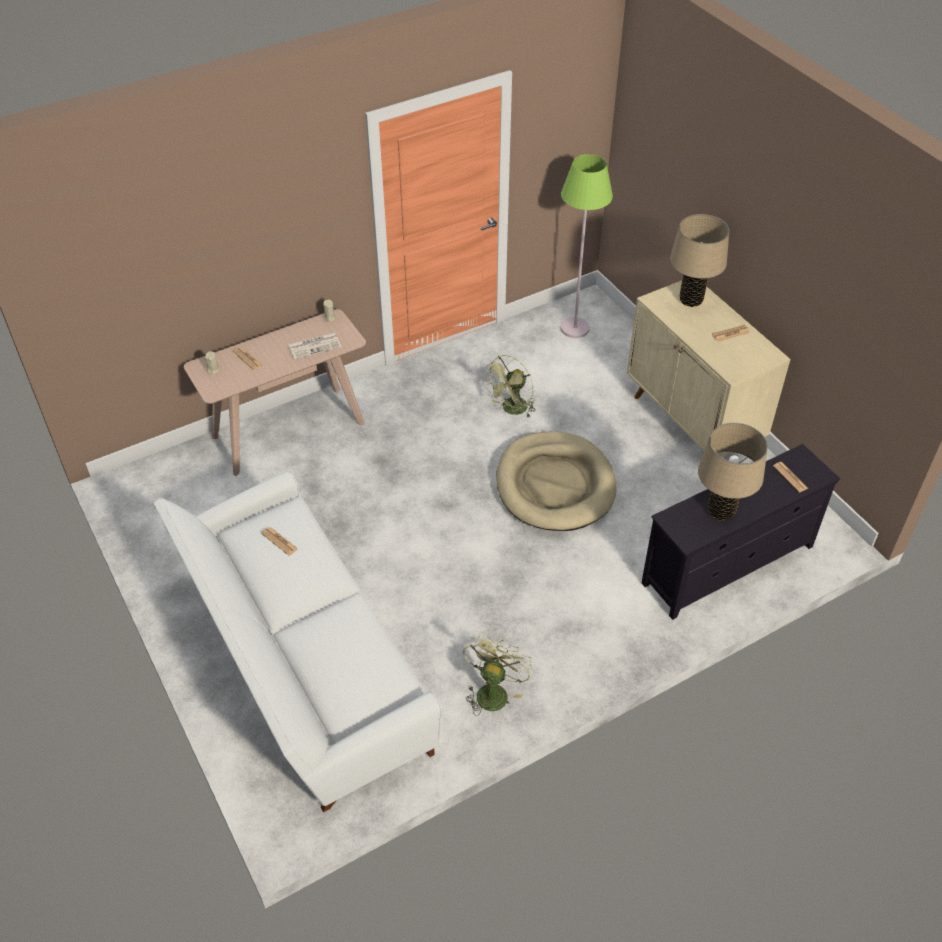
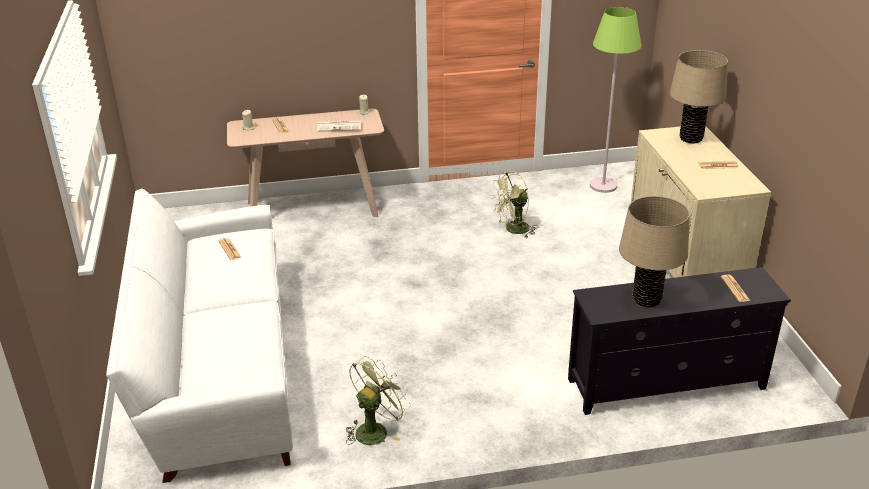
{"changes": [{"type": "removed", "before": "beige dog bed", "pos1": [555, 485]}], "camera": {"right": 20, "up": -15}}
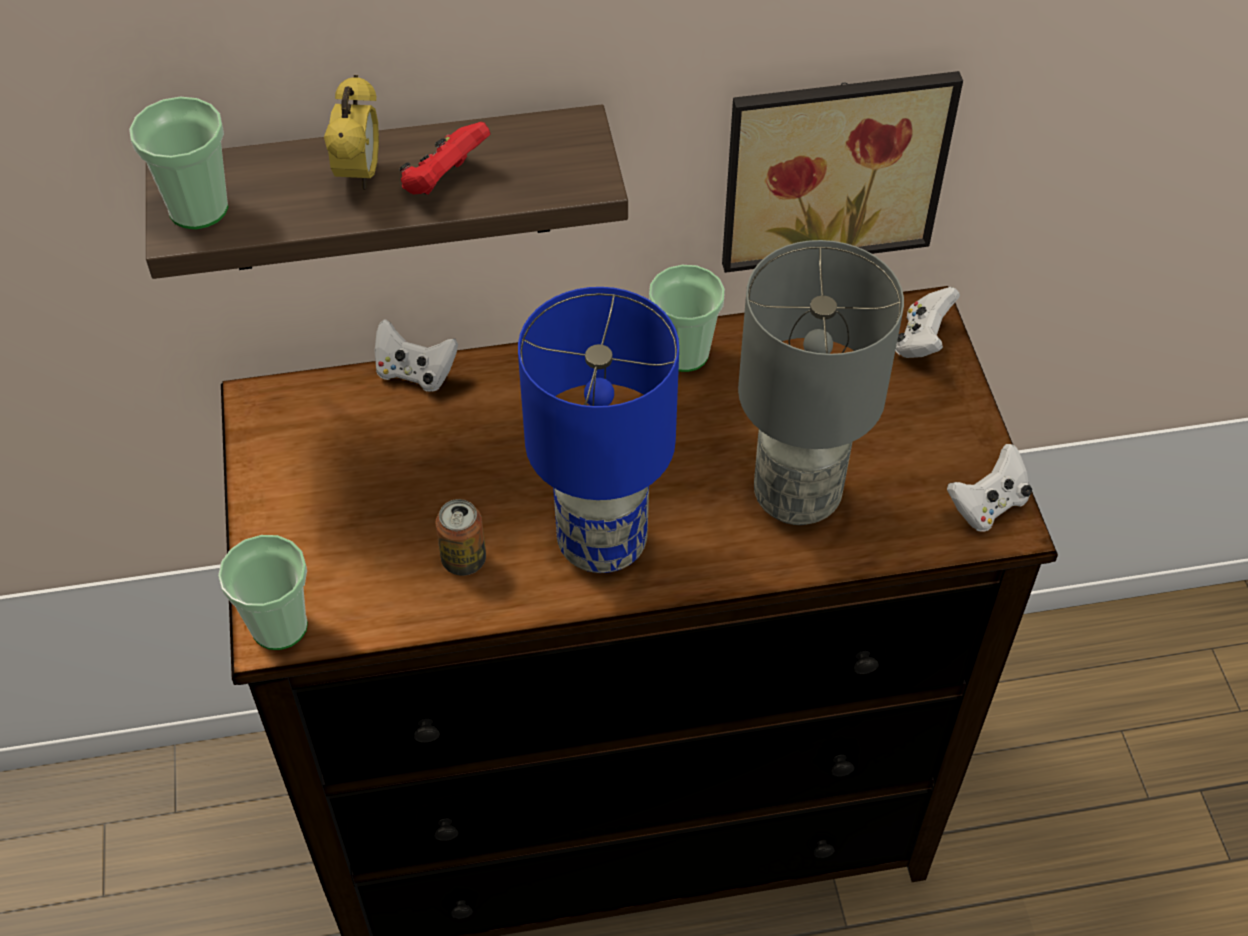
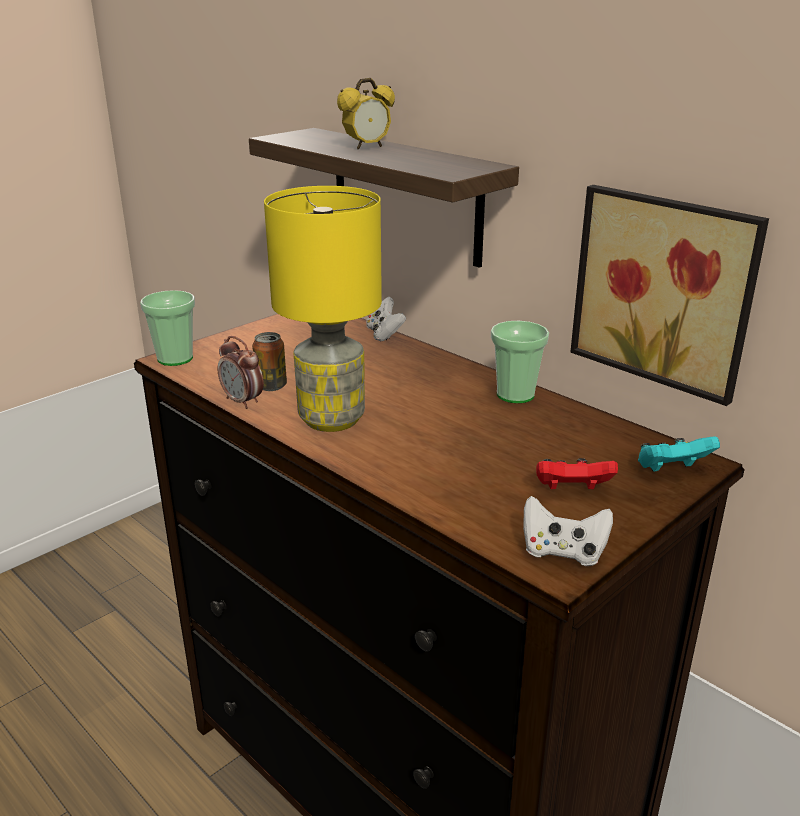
{"changes": [{"type": "added", "after": "table clock", "pos2": [243, 401]}, {"type": "recoloured", "before": "blue-coloured table lamp", "after": "yellowish table lamp", "pos1": [600, 544], "pos2": [330, 418]}, {"type": "moved", "before": "red gamepad", "pos1": [444, 181], "pos2": [571, 490]}, {"type": "recoloured", "before": "white gamepad", "after": "turquoise-coloured gamepad", "pos1": [922, 341], "pos2": [671, 470]}, {"type": "removed", "before": "cup", "pos1": [198, 209]}, {"type": "removed", "before": "gray table lamp", "pos1": [795, 495]}], "camera": {"right": 55, "up": -25}}
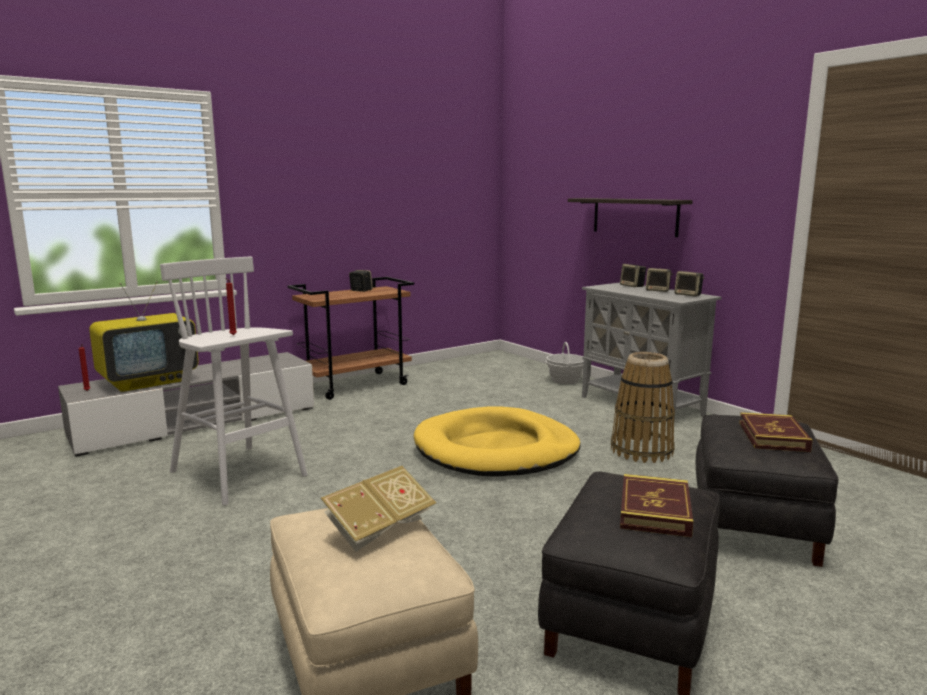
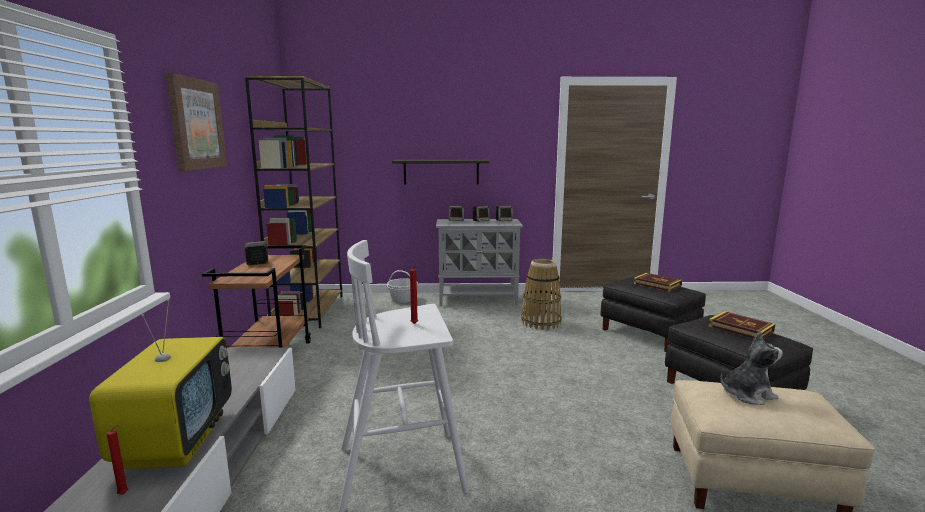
{"changes": [{"type": "added", "after": "wall art", "pos2": [196, 124]}, {"type": "added", "after": "brown shelving unit", "pos2": [309, 311]}, {"type": "replaced", "before": "volume", "after": "cuddly toy", "pos1": [379, 528], "pos2": [747, 394]}, {"type": "removed", "before": "yellowish dog bed", "pos1": [496, 449]}], "camera": {"right": -55, "up": 0}}
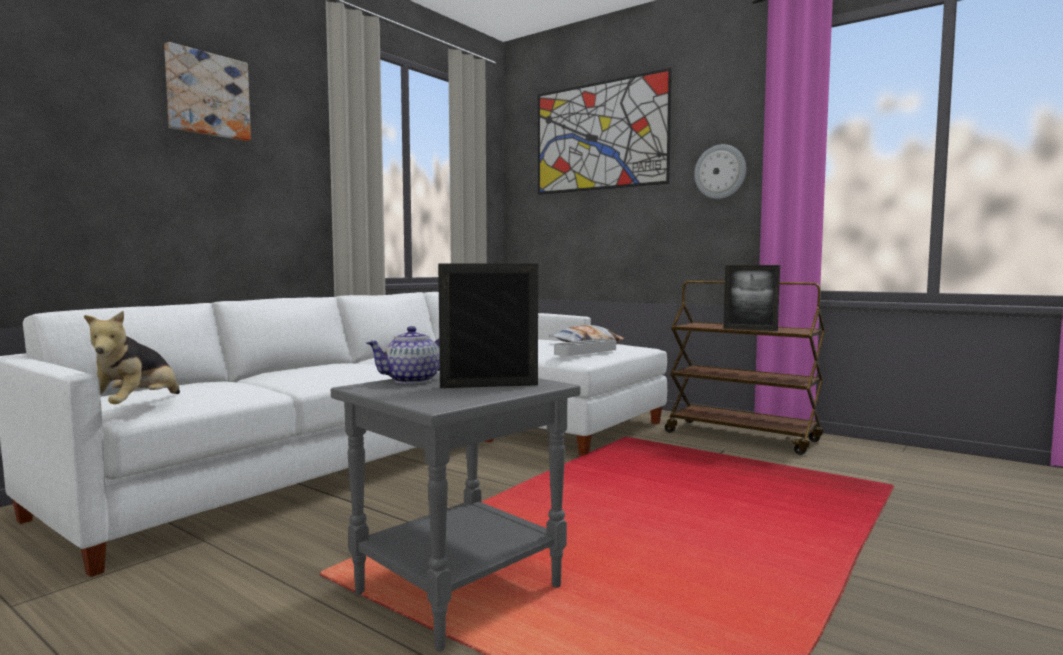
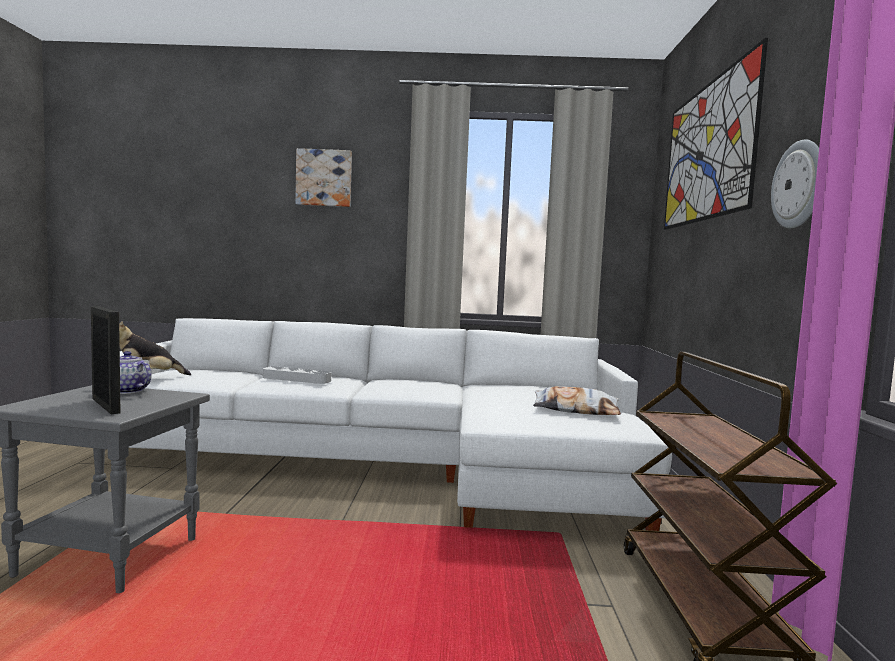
{"changes": [{"type": "moved", "before": "gray carrying tray", "pos1": [585, 351], "pos2": [296, 379]}, {"type": "removed", "before": "picture frame", "pos1": [750, 329]}], "camera": {"right": 55, "up": 0}}
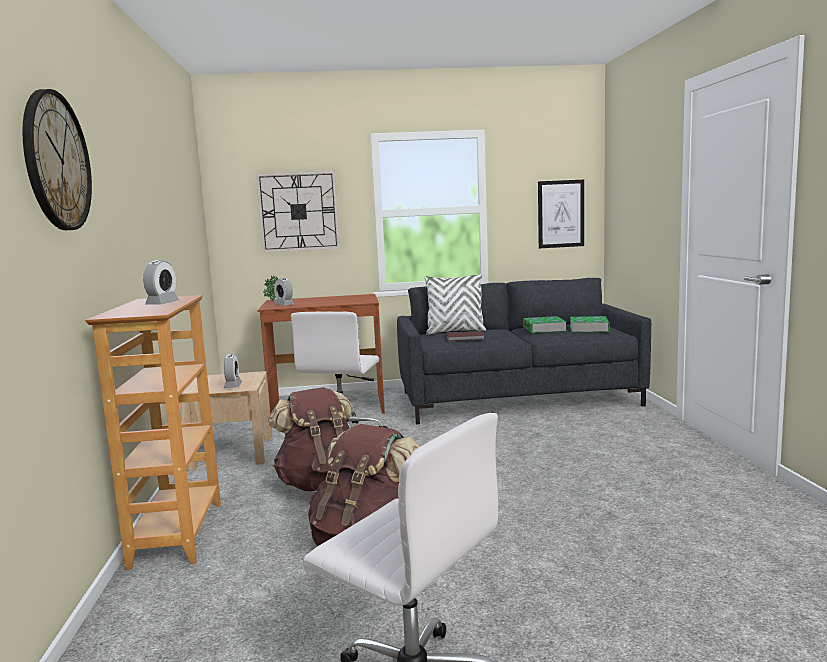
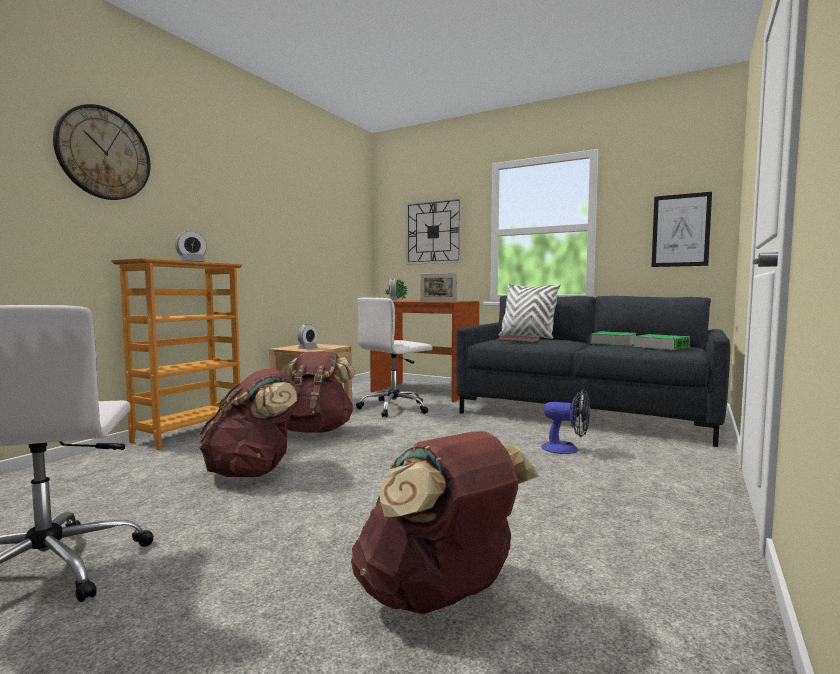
{"changes": [{"type": "added", "after": "brown backpack", "pos2": [439, 596]}, {"type": "added", "after": "picture frame", "pos2": [438, 301]}, {"type": "added", "after": "electric fan", "pos2": [566, 449]}], "camera": {"right": 35, "up": -5}}
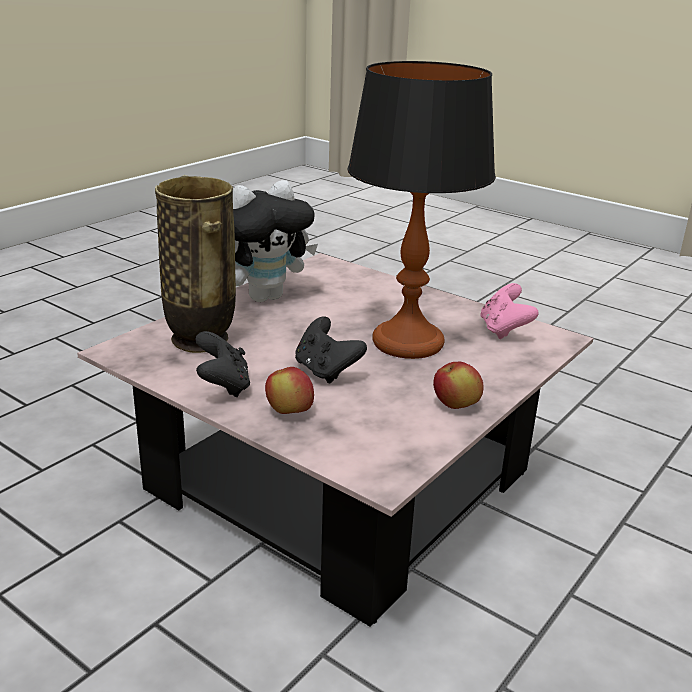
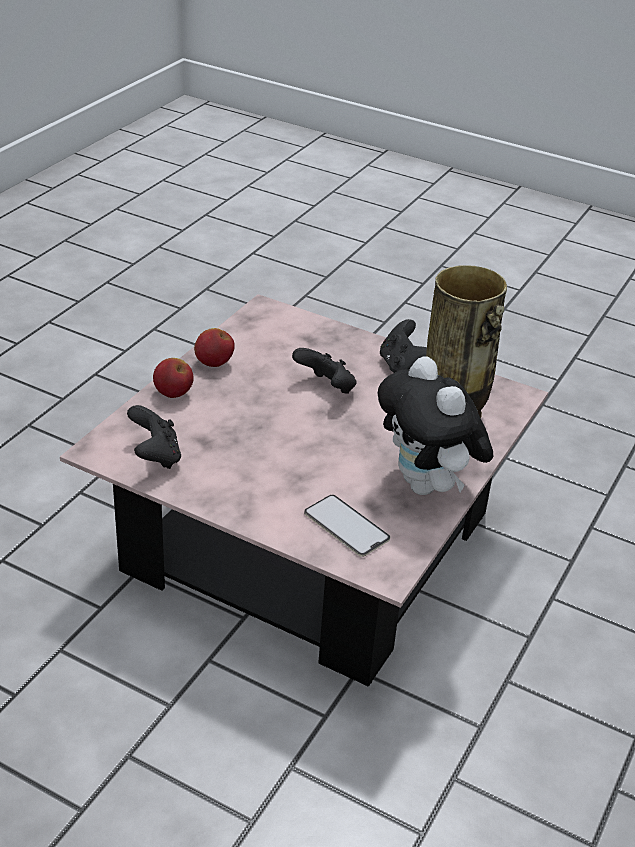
{"changes": [{"type": "recoloured", "before": "pink gamepad", "after": "black-coloured gamepad", "pos1": [504, 330], "pos2": [155, 456]}, {"type": "moved", "before": "apple", "pos1": [289, 412], "pos2": [173, 394]}, {"type": "added", "after": "handset", "pos2": [346, 526]}, {"type": "turned", "before": "cuddly toy", "pos1": [265, 296], "pos2": [427, 486], "turn": -75}, {"type": "removed", "before": "table lamp", "pos1": [406, 342]}], "camera": {"right": 170, "up": 10}}
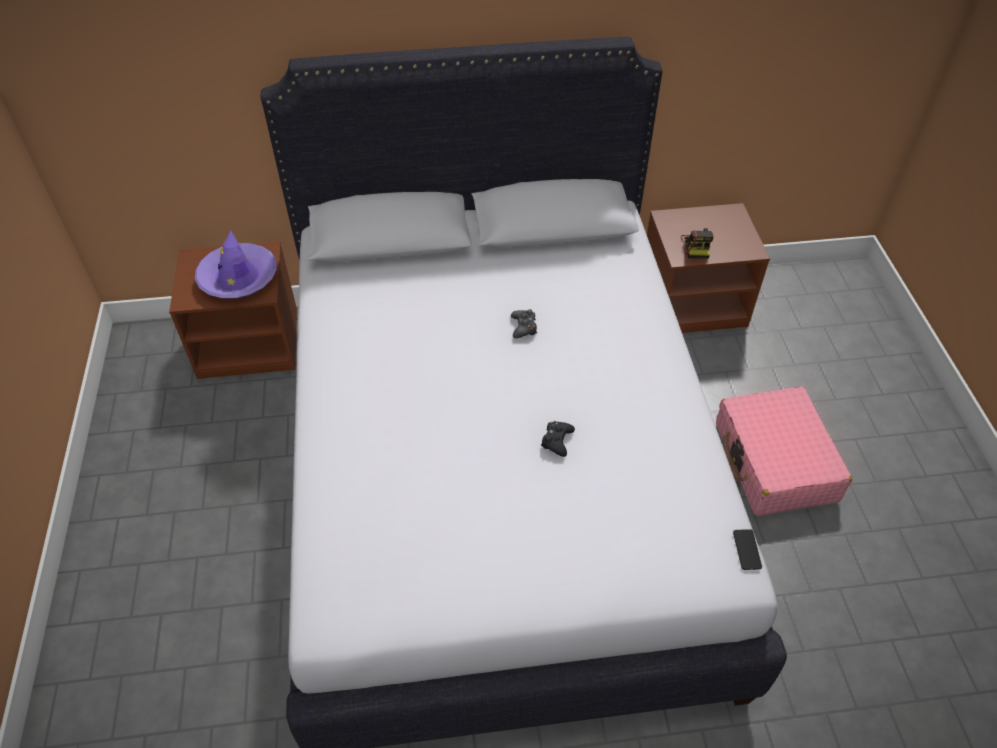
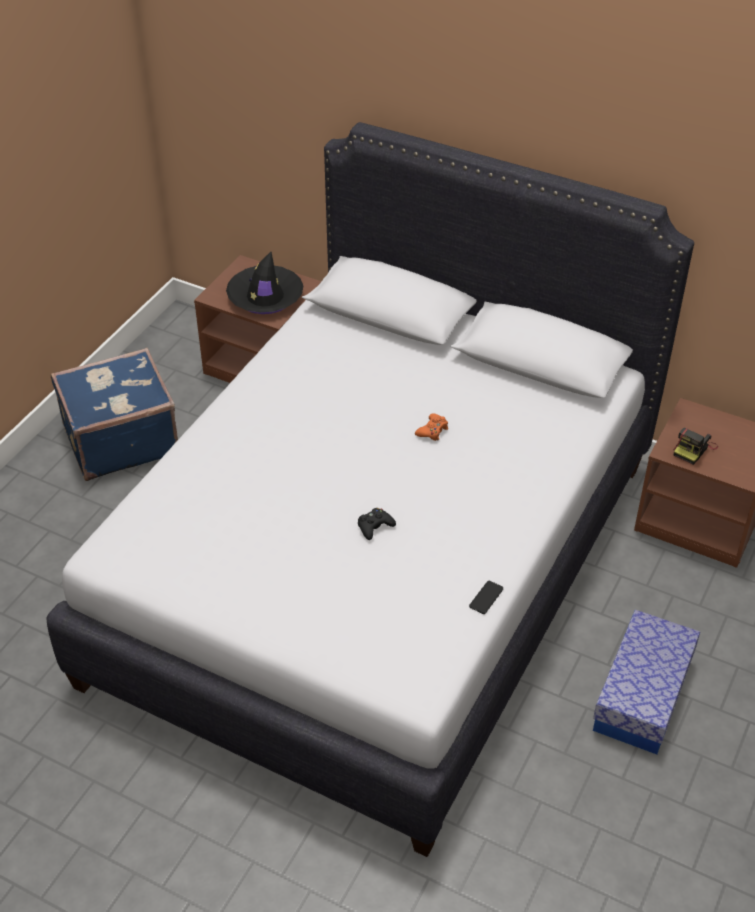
{"changes": [{"type": "added", "after": "blue-coloured suitcase", "pos2": [119, 439]}, {"type": "recoloured", "before": "purple hat", "after": "black-coloured hat", "pos1": [238, 278], "pos2": [265, 297]}, {"type": "recoloured", "before": "black-coloured gamepad", "after": "orangey gamepad", "pos1": [524, 327], "pos2": [432, 431]}, {"type": "moved", "before": "handset", "pos1": [747, 549], "pos2": [486, 597]}, {"type": "replaced", "before": "pink suitcase", "after": "storage container", "pos1": [774, 462], "pos2": [642, 695]}], "camera": {"right": 35, "up": -5}}
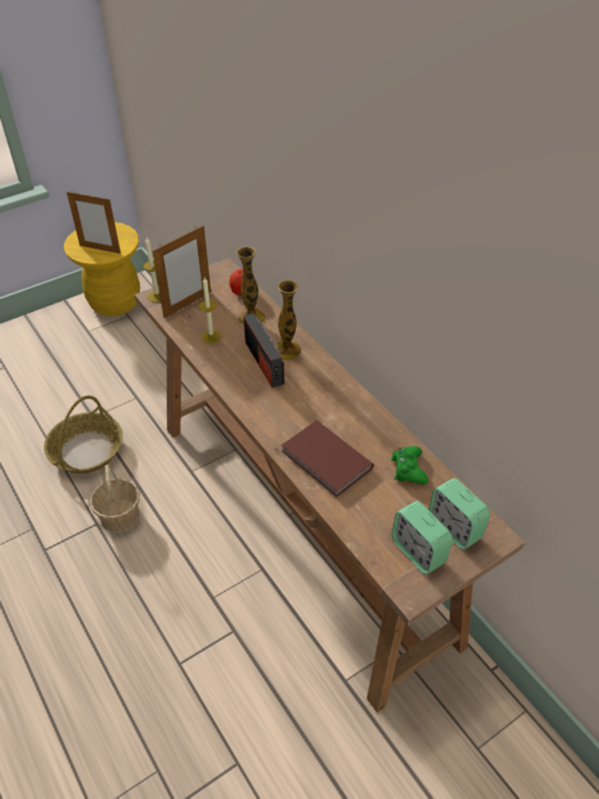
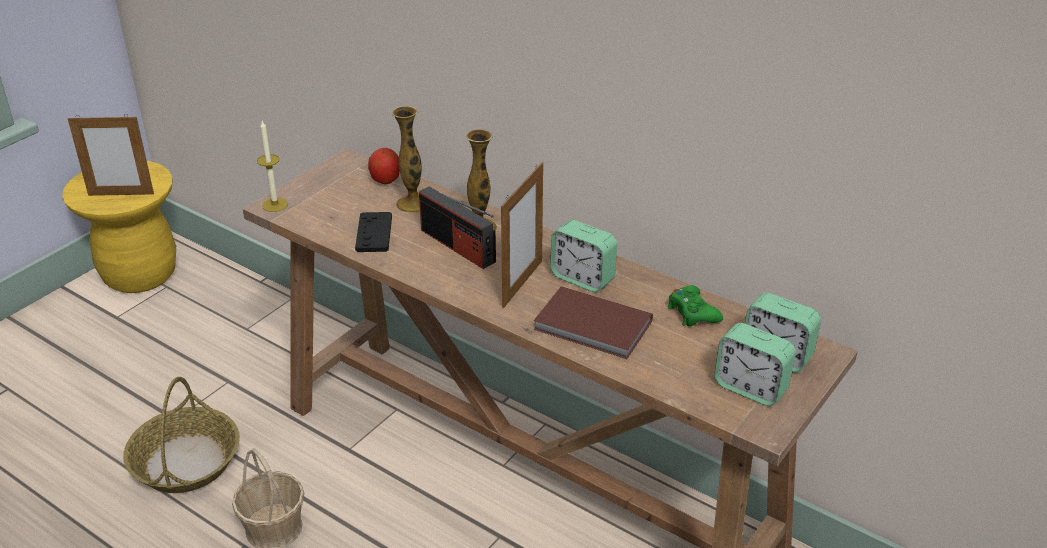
{"changes": [{"type": "replaced", "before": "wax light", "after": "black-coloured gamepad", "pos1": [211, 337], "pos2": [374, 233]}, {"type": "moved", "before": "picture frame", "pos1": [187, 304], "pos2": [522, 283]}, {"type": "added", "after": "table clock", "pos2": [582, 278]}], "camera": {"right": -20, "up": -10}}
